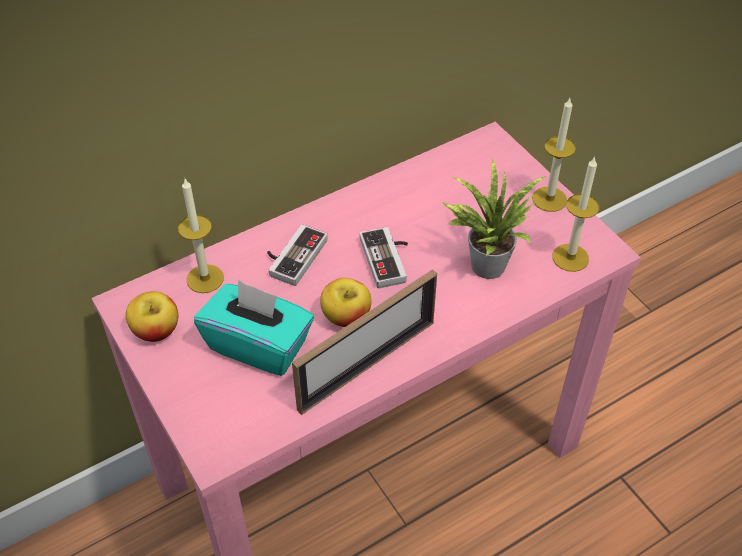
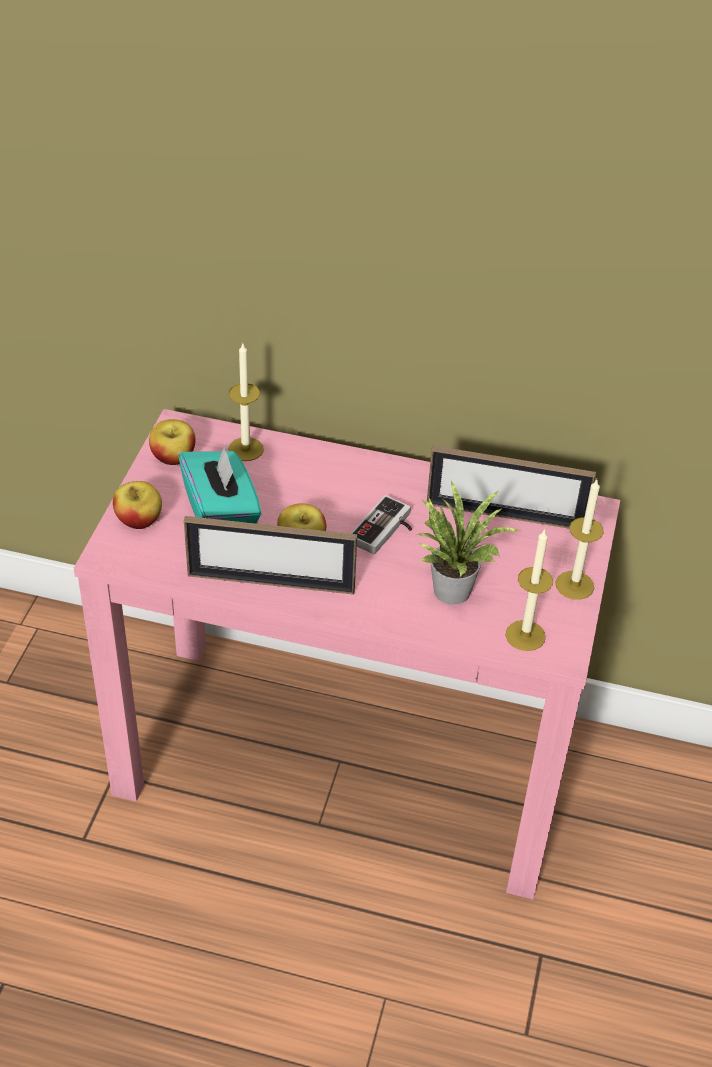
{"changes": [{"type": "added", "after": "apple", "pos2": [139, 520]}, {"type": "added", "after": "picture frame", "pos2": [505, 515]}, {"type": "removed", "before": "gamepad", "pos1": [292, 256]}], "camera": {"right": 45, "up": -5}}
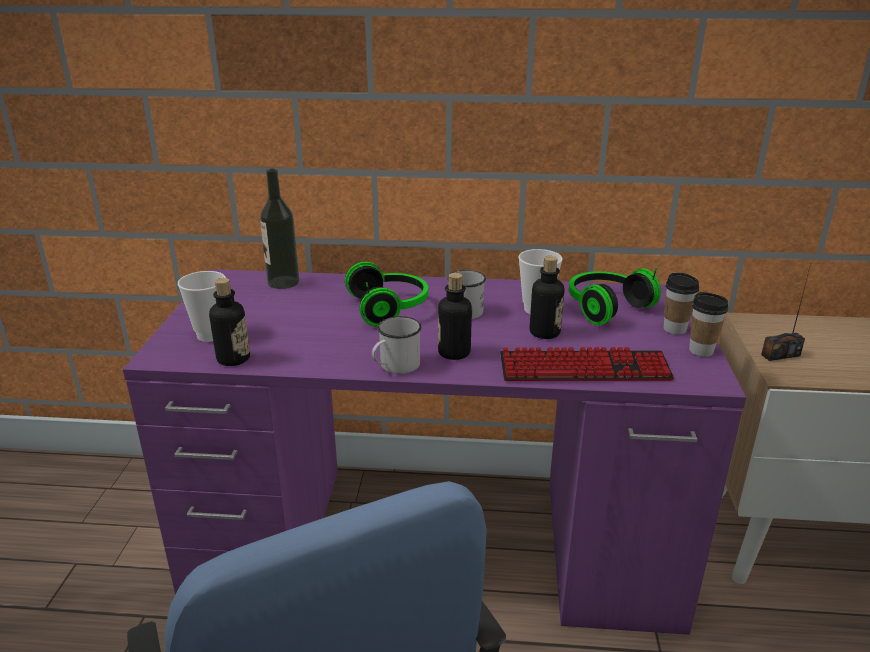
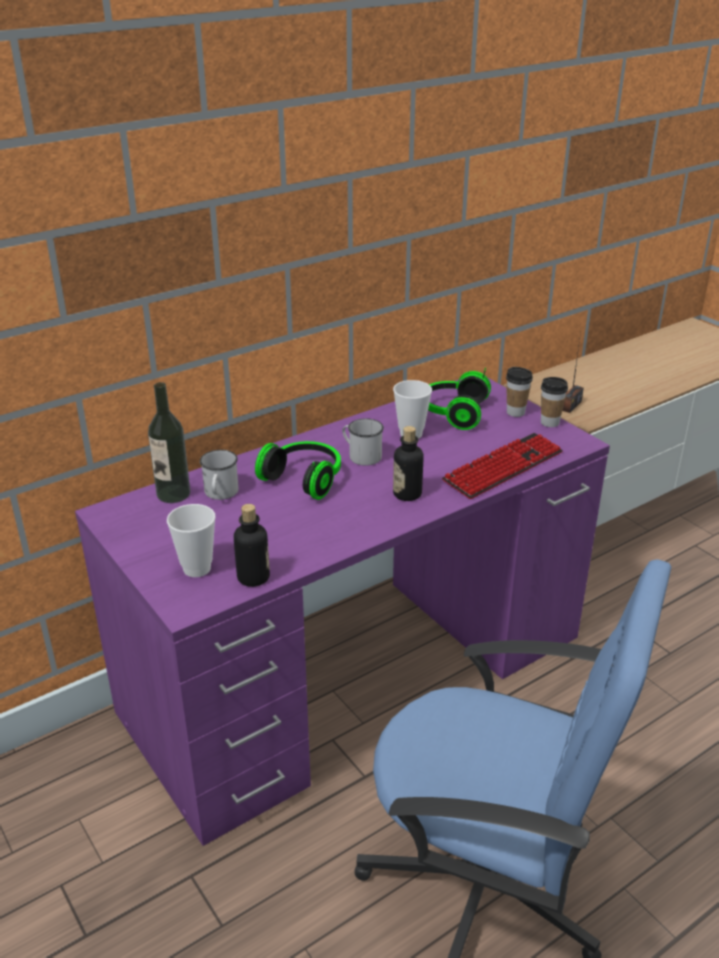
{"changes": [{"type": "moved", "before": "white mug", "pos1": [395, 367], "pos2": [220, 494]}, {"type": "removed", "before": "drink bottle", "pos1": [544, 332]}], "camera": {"right": -40, "up": 5}}
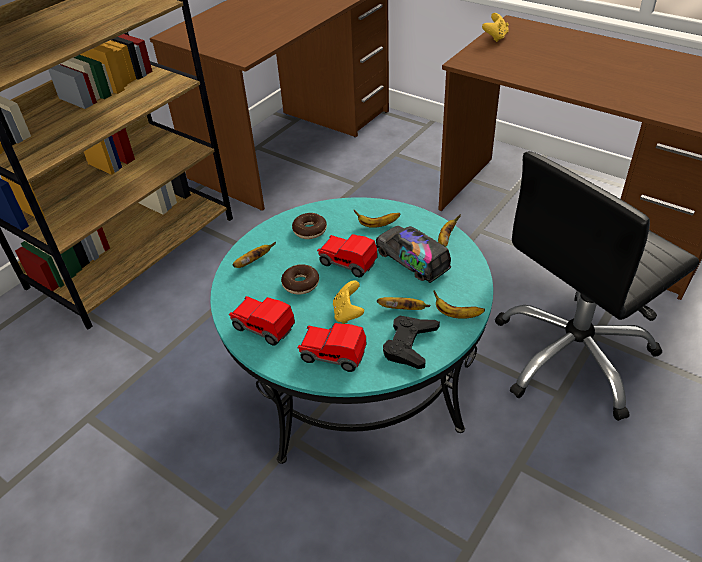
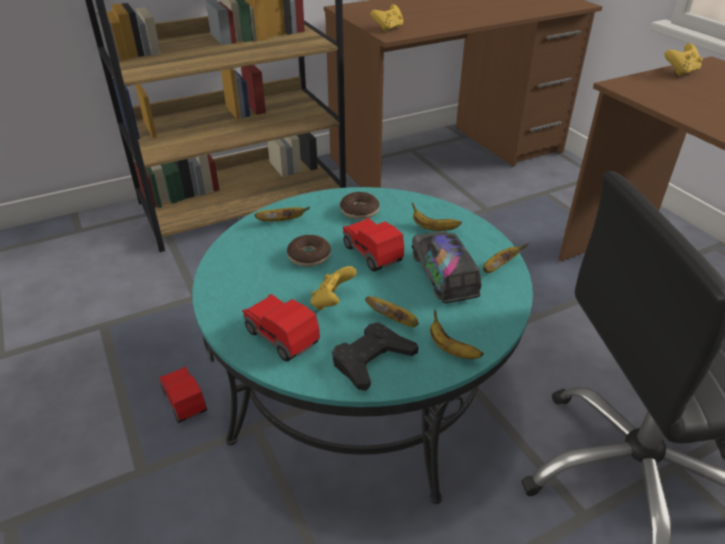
{"changes": [{"type": "moved", "before": "miniature car", "pos1": [263, 328], "pos2": [184, 401]}, {"type": "added", "after": "yellowish gamepad", "pos2": [388, 29]}], "camera": {"right": 25, "up": -5}}
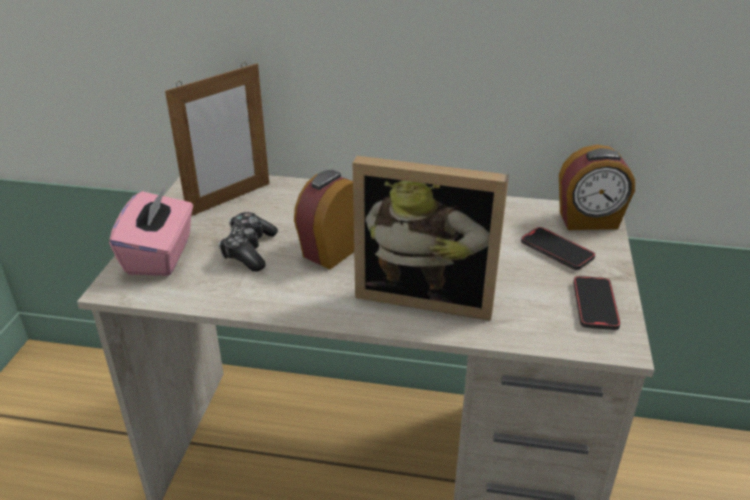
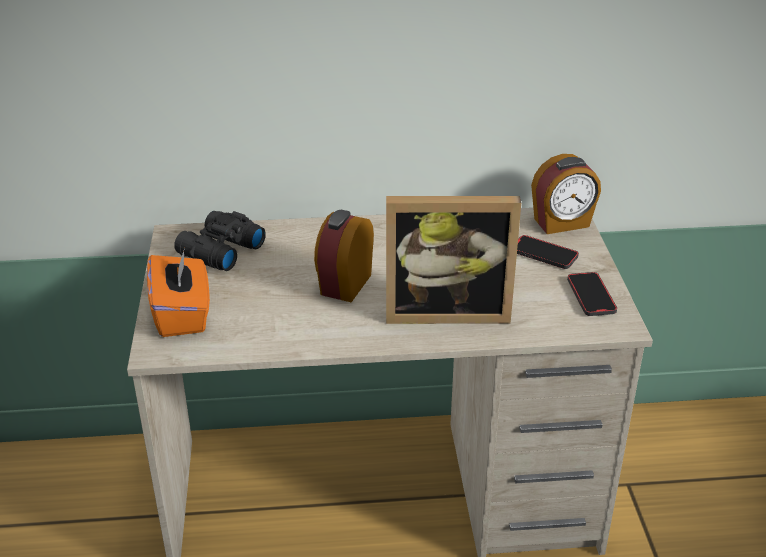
{"changes": [{"type": "recoloured", "before": "pink tissue box", "after": "orangey tissue box", "pos1": [160, 255], "pos2": [182, 314]}, {"type": "replaced", "before": "picture frame", "after": "black-coloured field glasses", "pos1": [229, 199], "pos2": [219, 251]}, {"type": "removed", "before": "gamepad", "pos1": [249, 250]}], "camera": {"right": -15, "up": 0}}
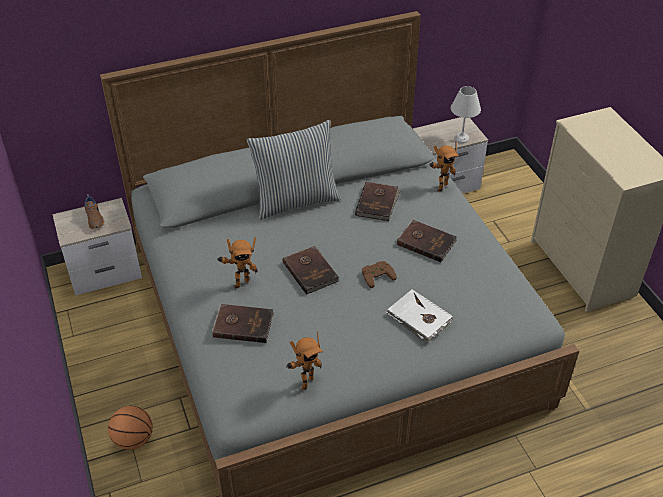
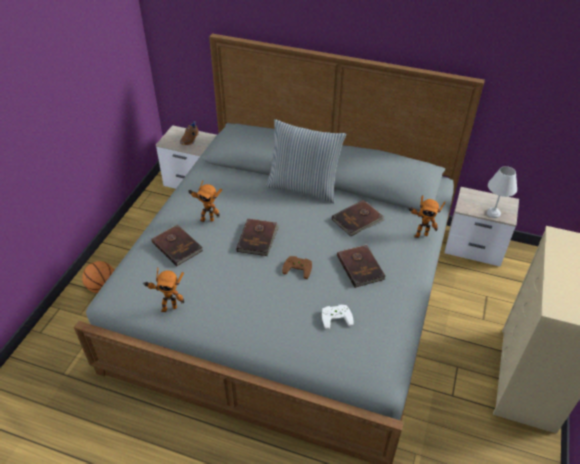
{"changes": [{"type": "added", "after": "white gamepad", "pos2": [336, 316]}, {"type": "removed", "before": "white volume", "pos1": [419, 318]}], "camera": {"right": 40, "up": 0}}
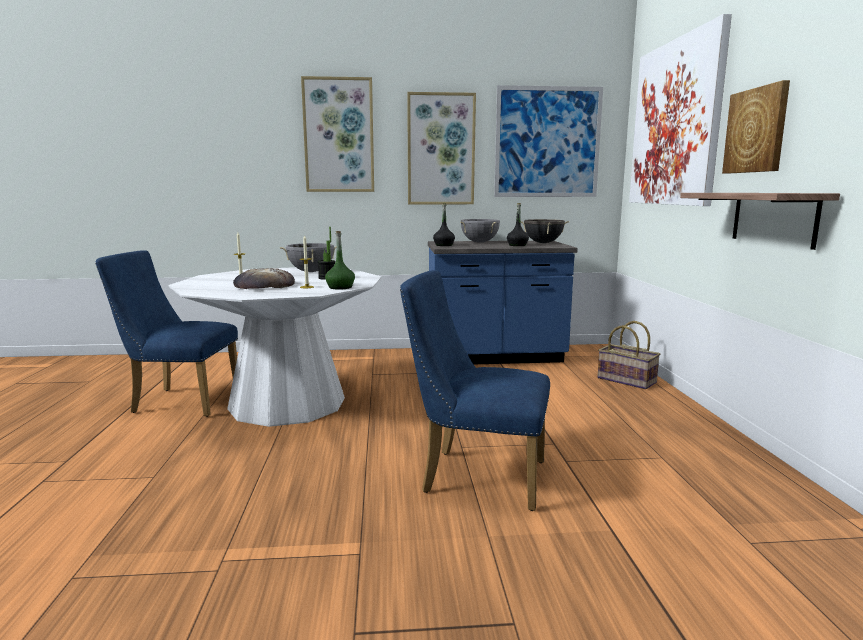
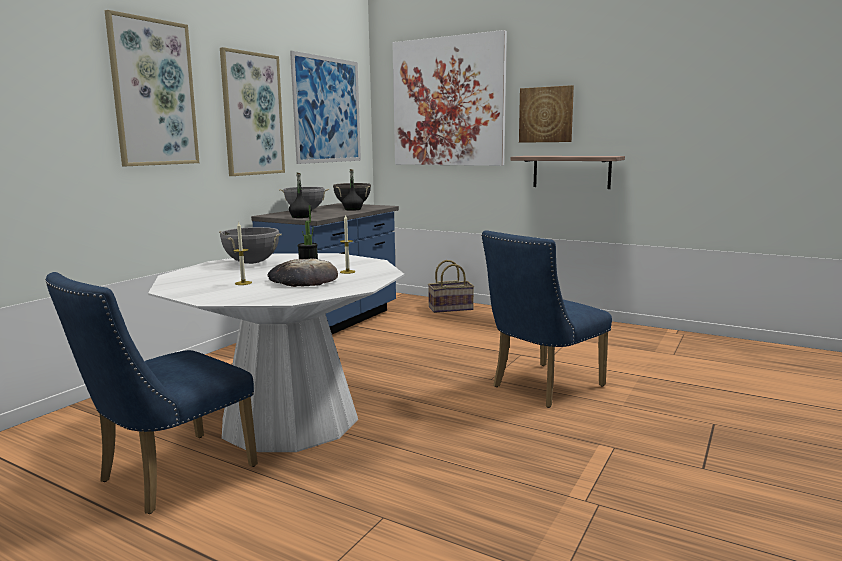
{"changes": [{"type": "removed", "before": "green drink bottle", "pos1": [340, 287]}], "camera": {"right": -55, "up": 0}}
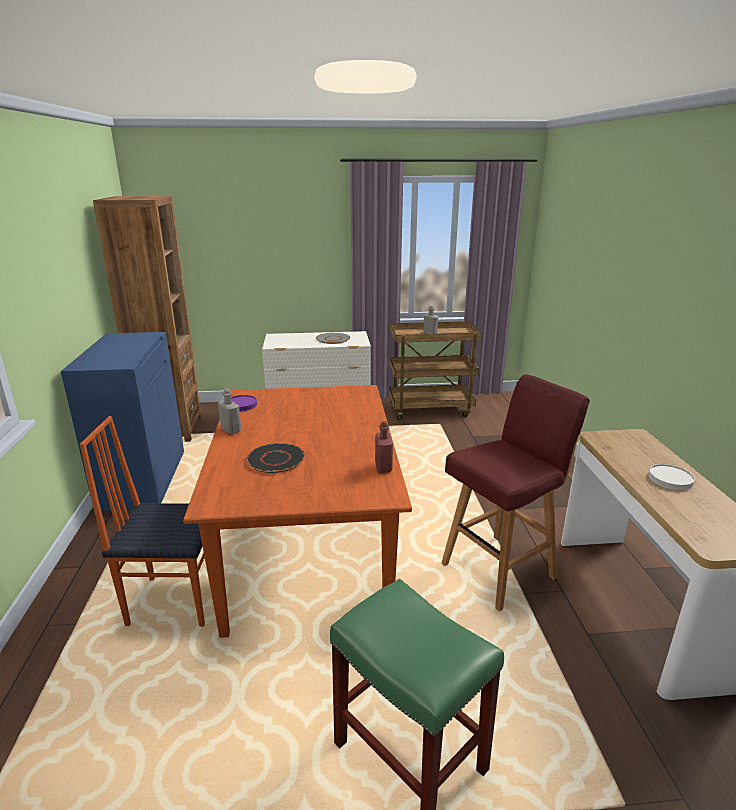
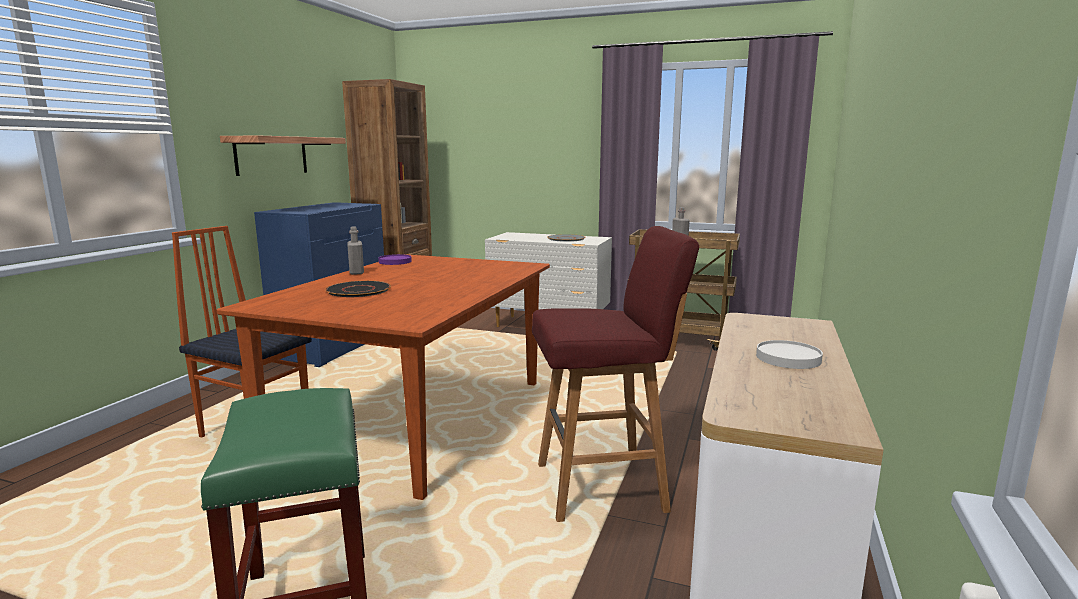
{"changes": [{"type": "added", "after": "wall shelf", "pos2": [271, 155]}, {"type": "removed", "before": "red drink bottle", "pos1": [383, 467]}], "camera": {"right": 25, "up": -10}}
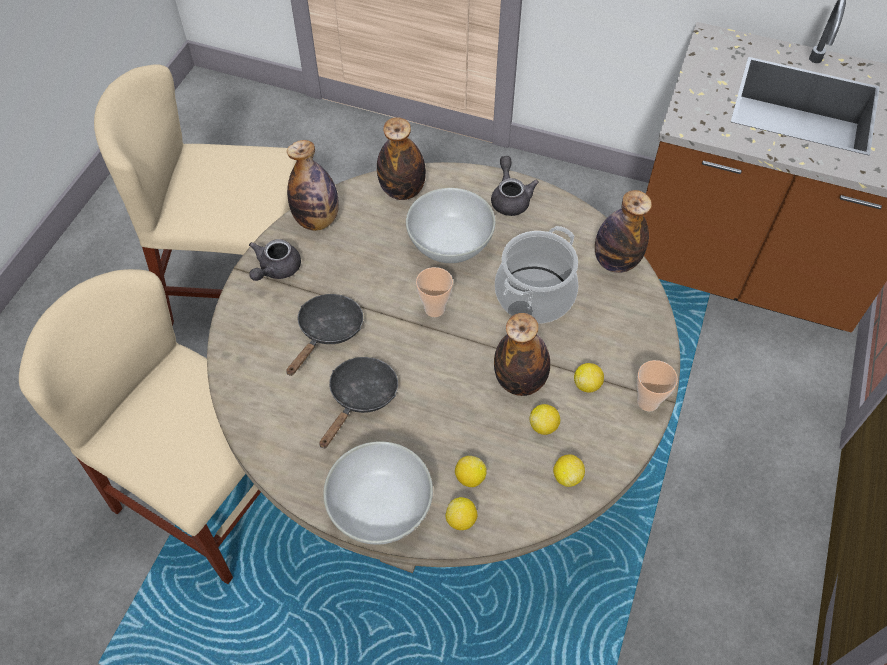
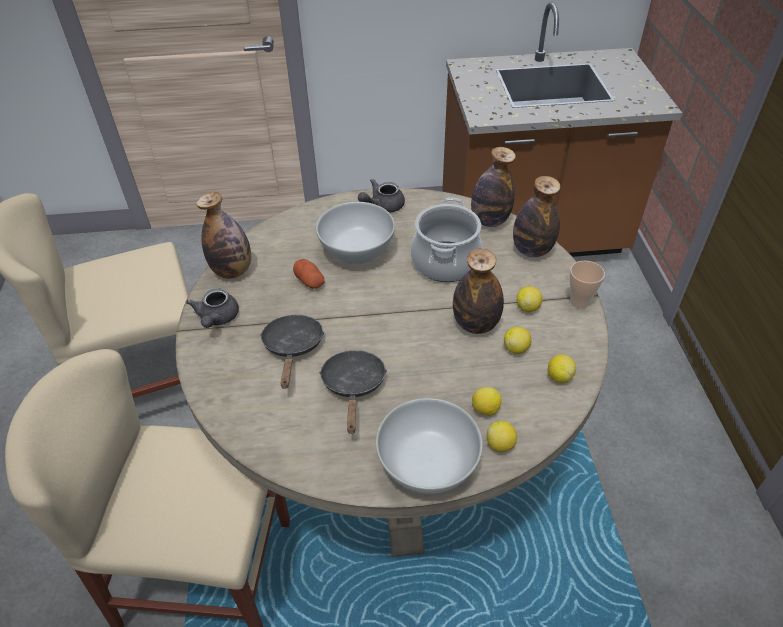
{"changes": [{"type": "added", "after": "potato", "pos2": [310, 281]}, {"type": "turned", "before": "gray tea pot", "pos1": [510, 198], "pos2": [382, 206], "turn": -90}, {"type": "moved", "before": "drink bottle", "pos1": [402, 190], "pos2": [532, 250]}, {"type": "removed", "before": "cup", "pos1": [434, 309]}], "camera": {"right": -25, "up": -10}}
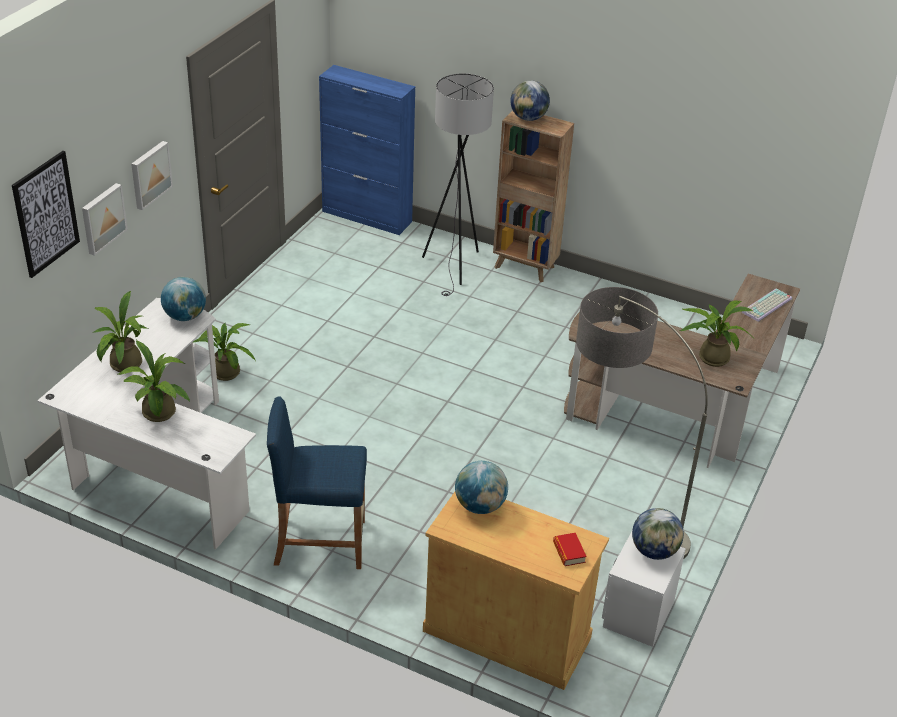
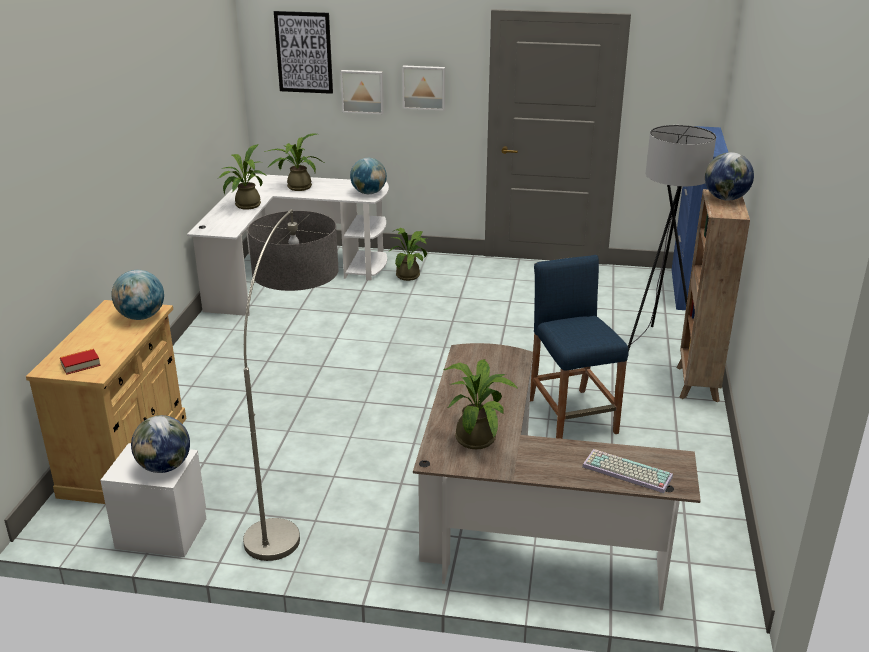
{"changes": [{"type": "moved", "before": "blue-coloured sitting stool", "pos1": [320, 542], "pos2": [571, 416]}], "camera": {"right": 75, "up": -10}}
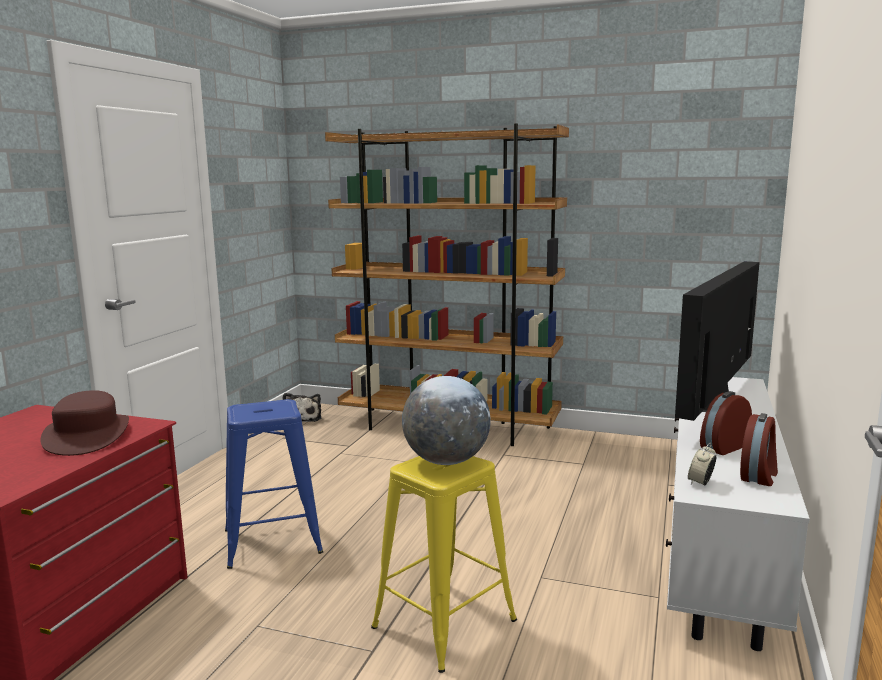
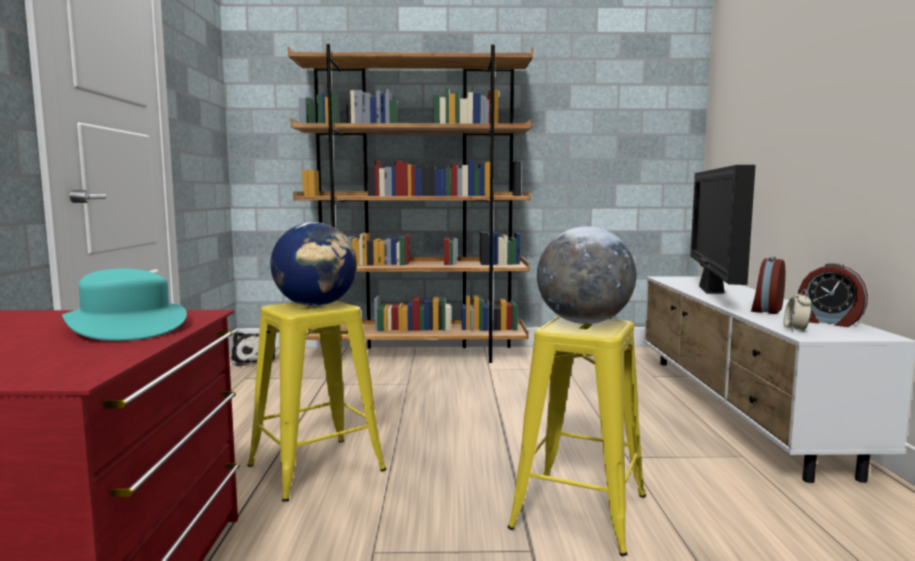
{"changes": [{"type": "recoloured", "before": "brown hat", "after": "turquoise-coloured hat", "pos1": [87, 435], "pos2": [126, 325]}, {"type": "recoloured", "before": "blue-coloured sitting stool", "after": "yellowish sitting stool", "pos1": [272, 541], "pos2": [316, 468]}, {"type": "added", "after": "world globe", "pos2": [316, 305]}, {"type": "turned", "before": "table clock", "pos1": [759, 476], "pos2": [829, 322], "turn": 120}], "camera": {"right": -20, "up": -5}}
